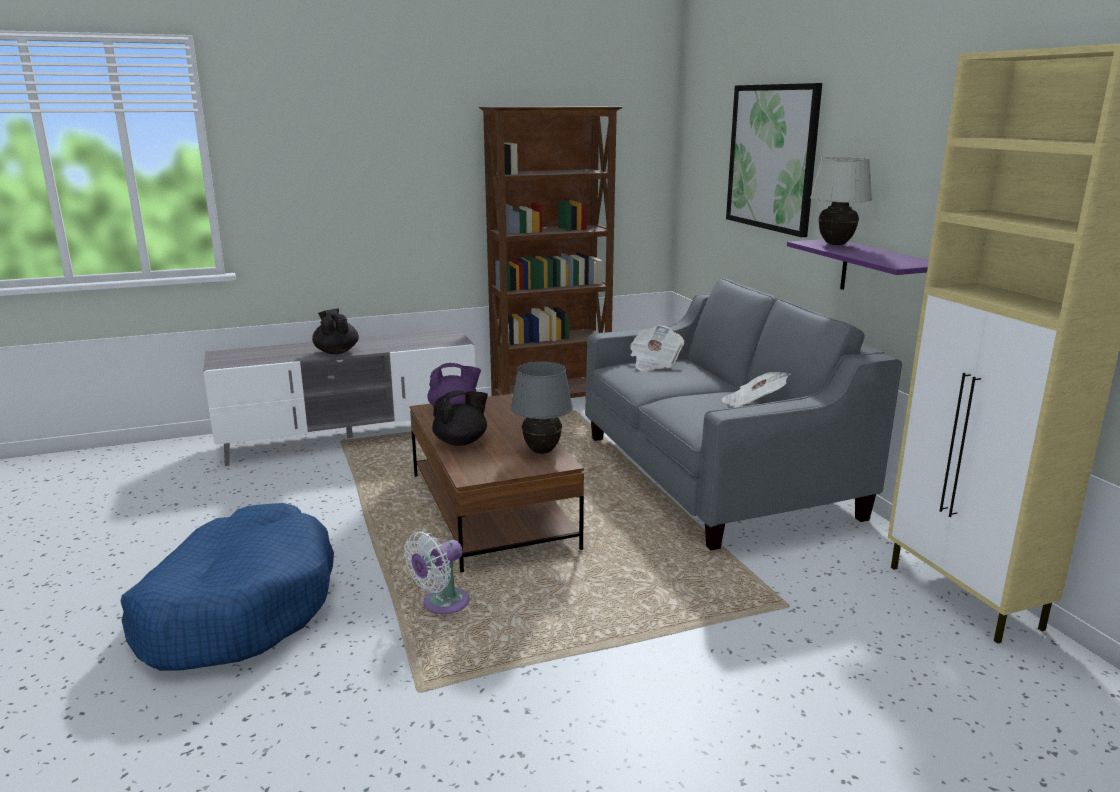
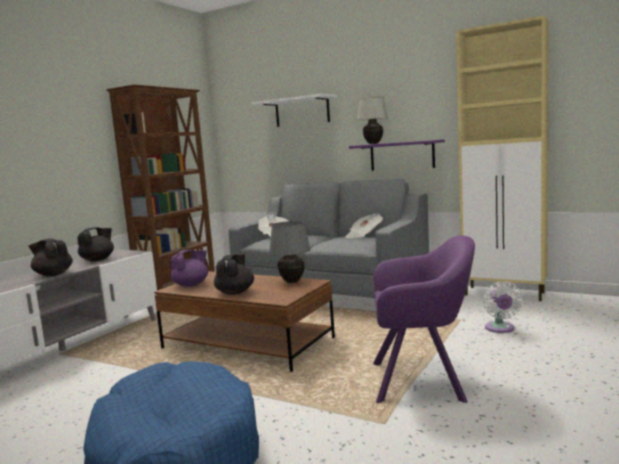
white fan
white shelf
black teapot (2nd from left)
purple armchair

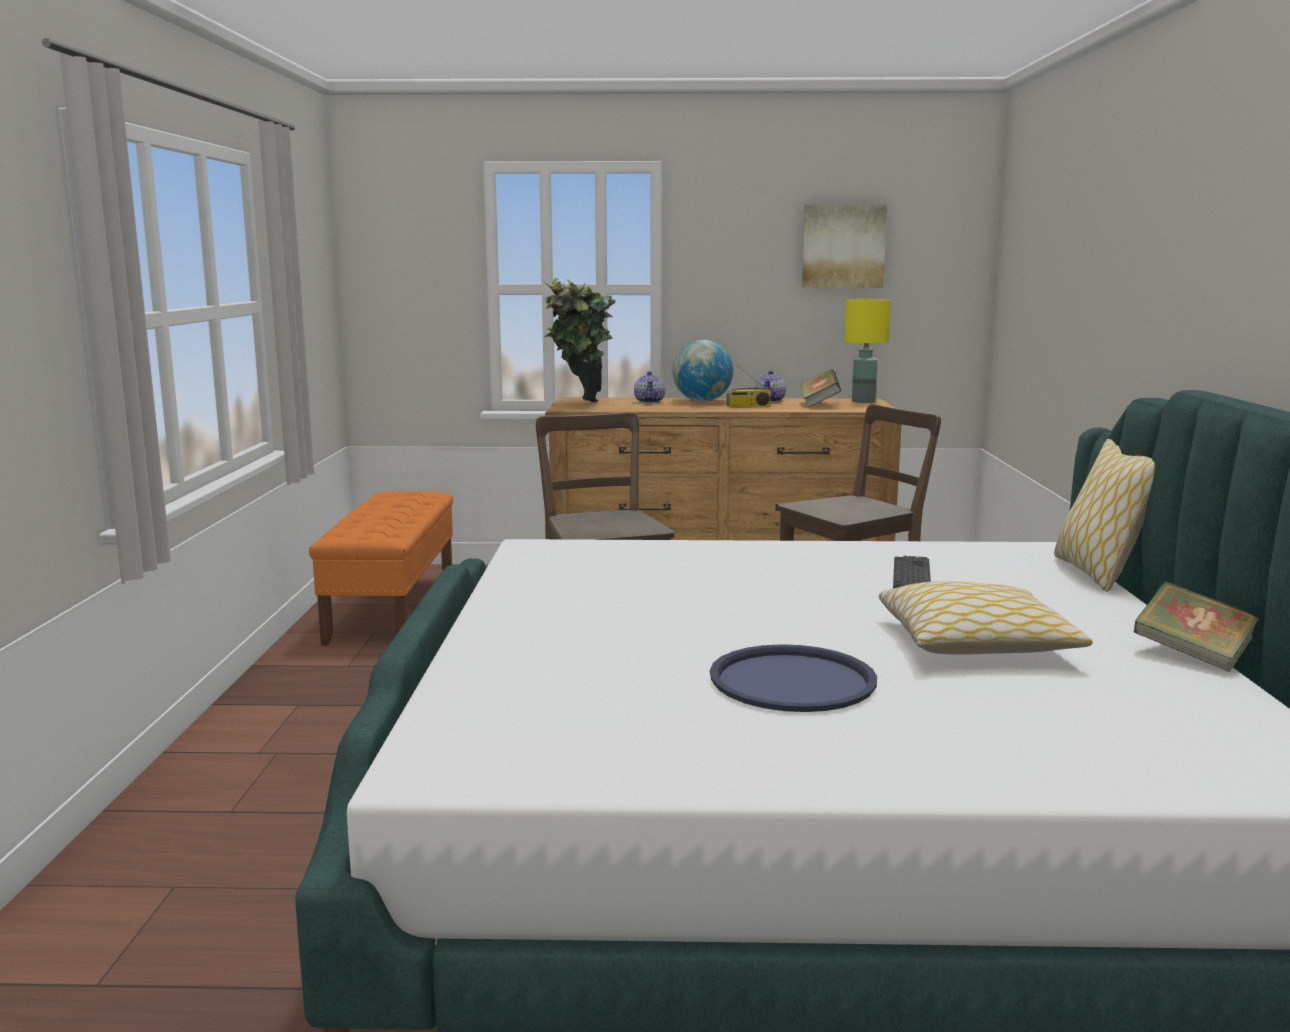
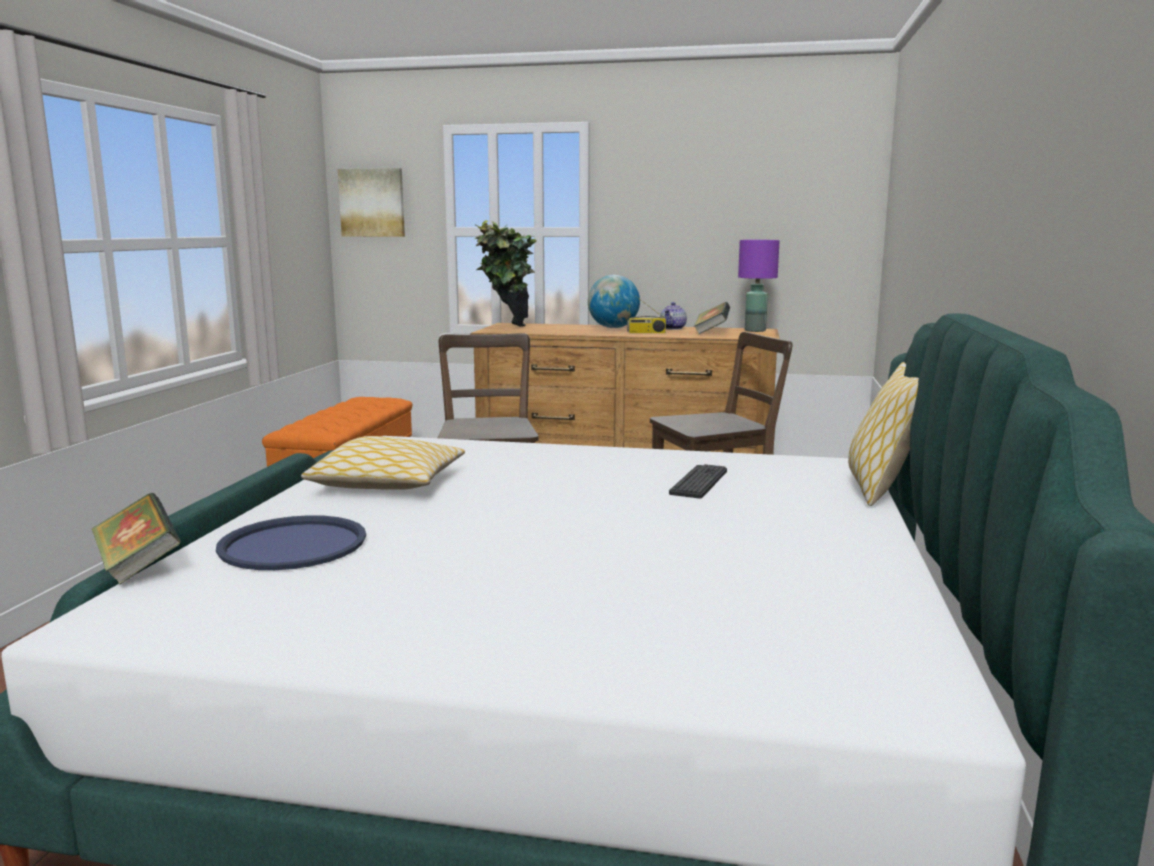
teapot (1st from left in the first image)
blue tray
picture
purple table lamp
pillow (1st from left)
book (1st from left)

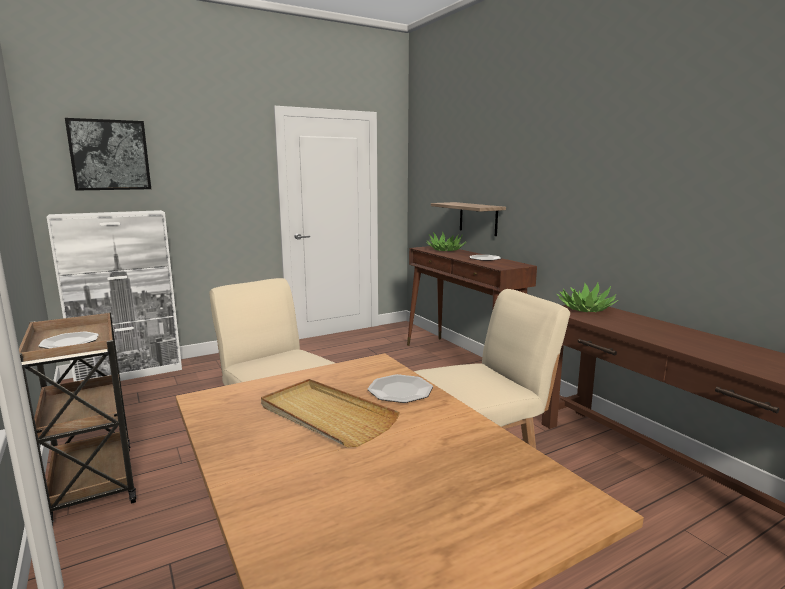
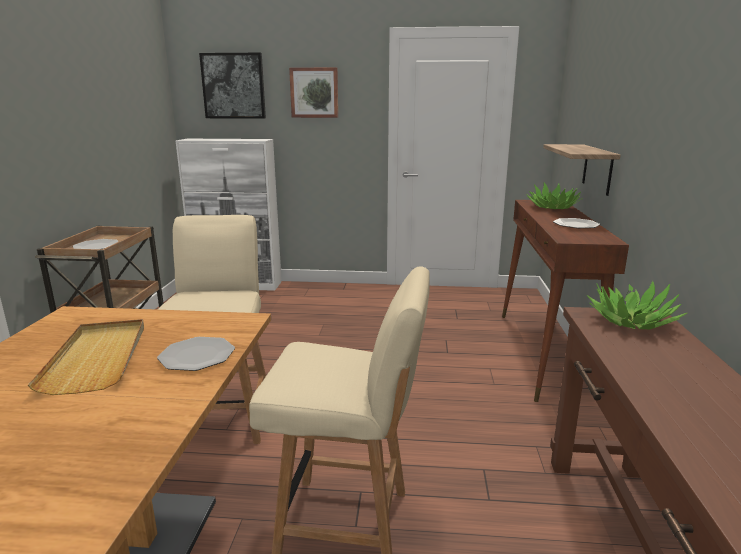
picture (2nd from left)

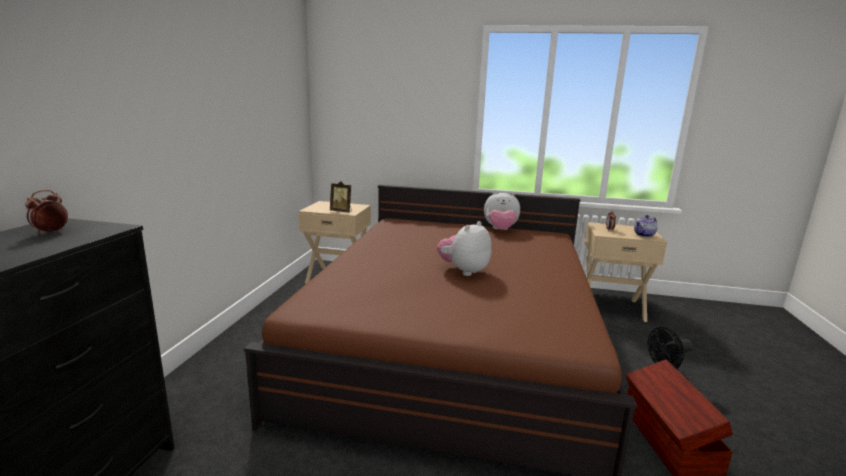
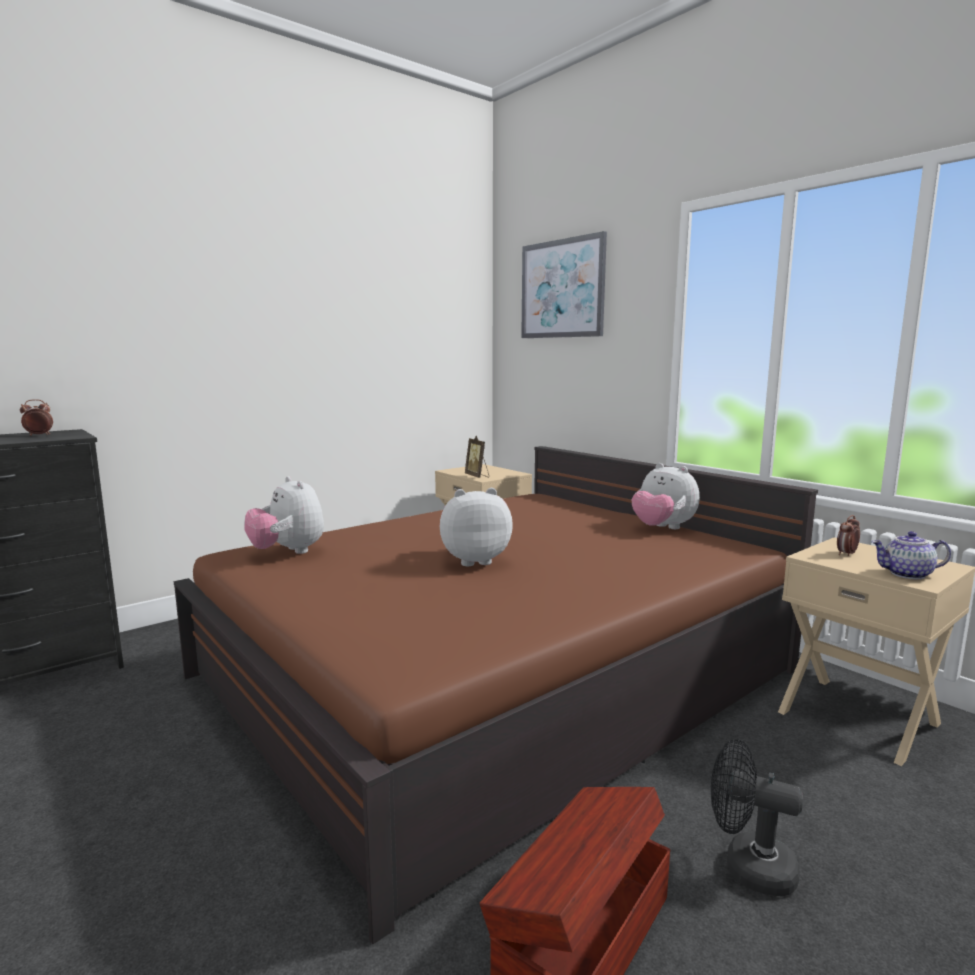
plush toy (1st from left)
picture

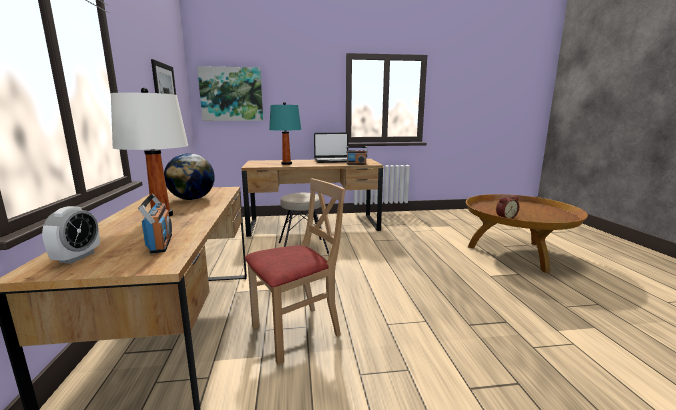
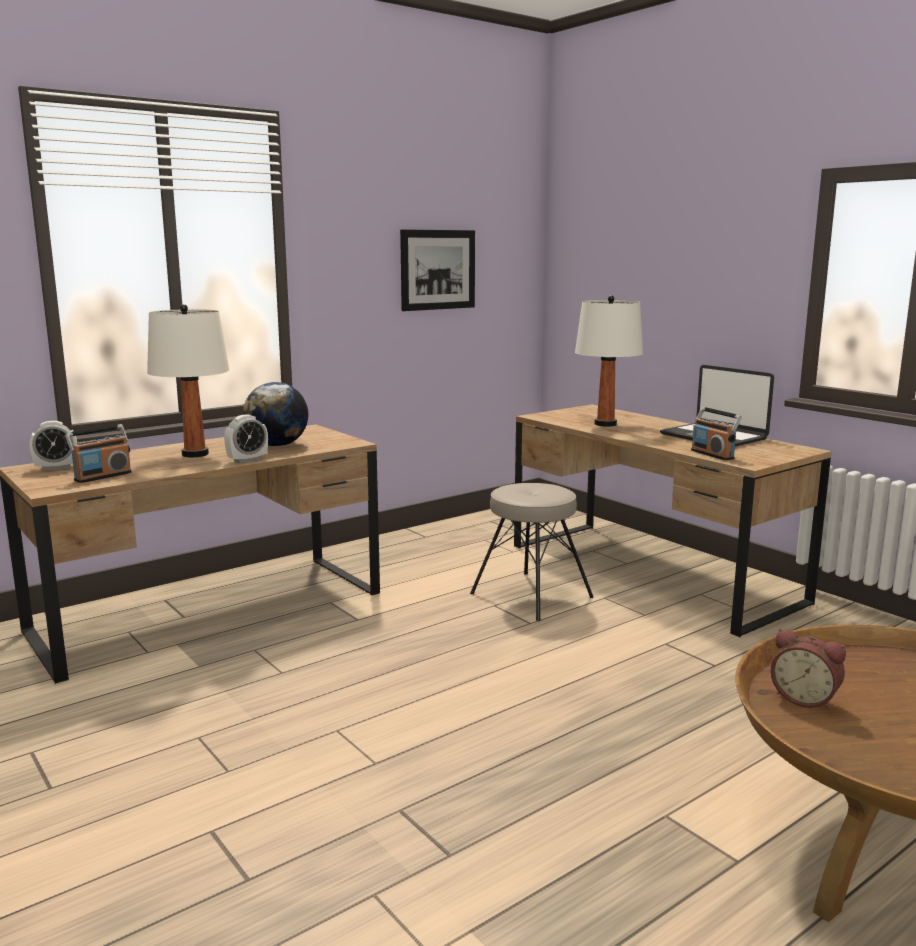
picture (2nd from left in the first image)
beige chair
white table lamp (2nd from left)
alarm clock (2nd from left)

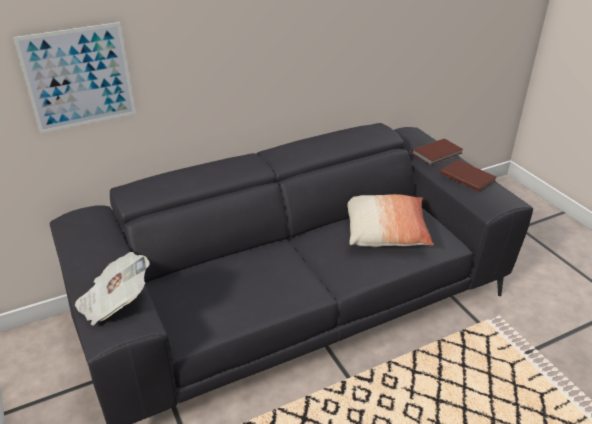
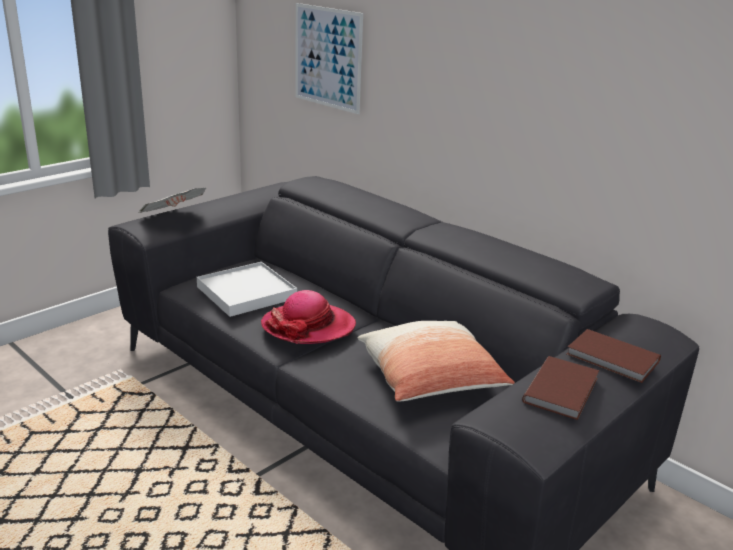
white tray
hat

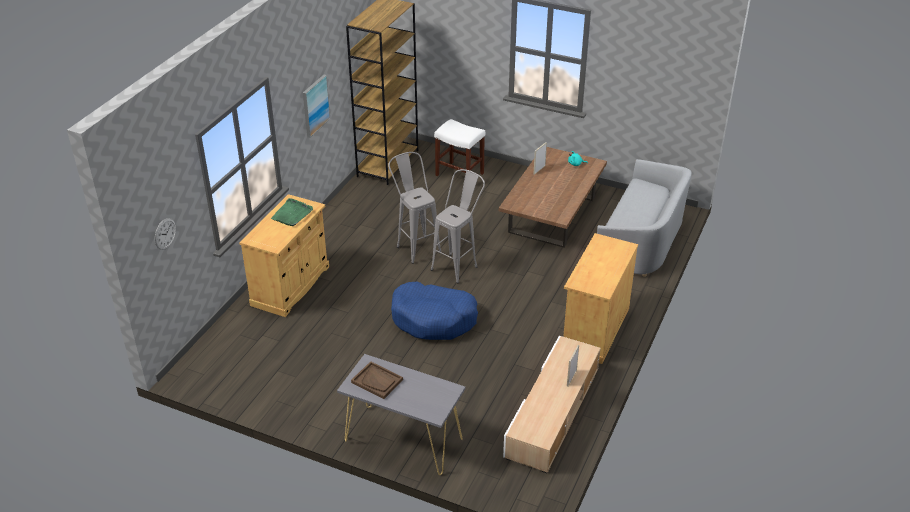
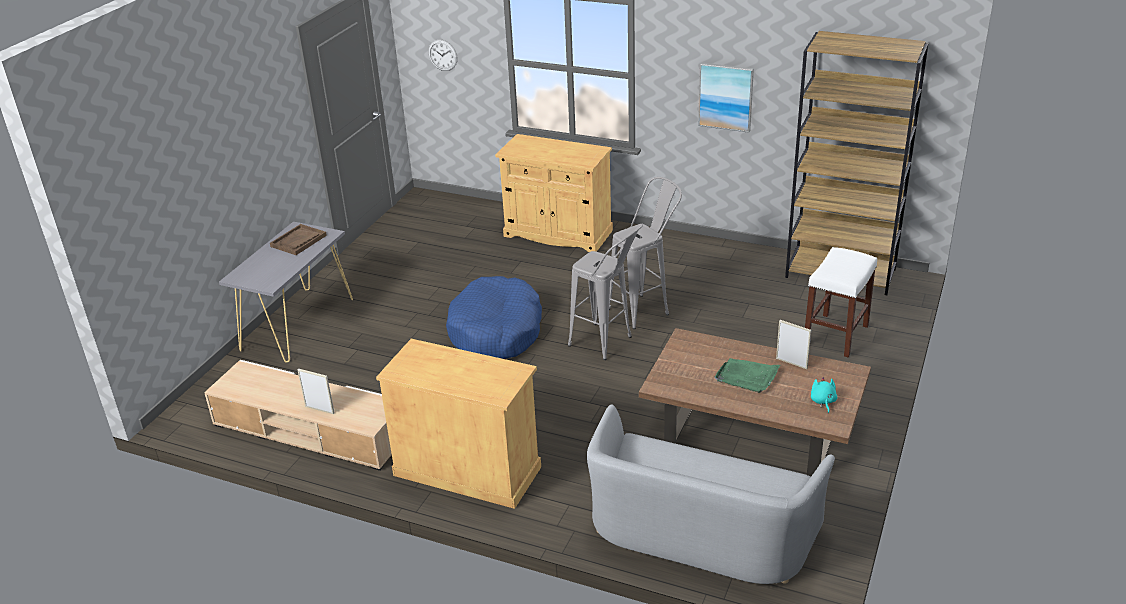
green tray

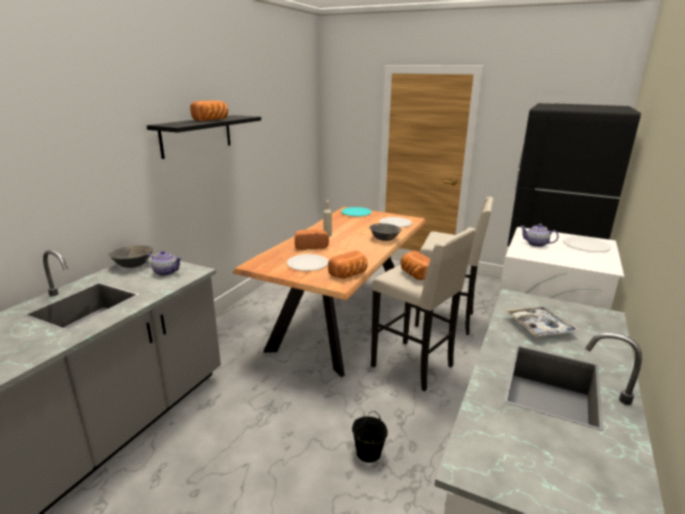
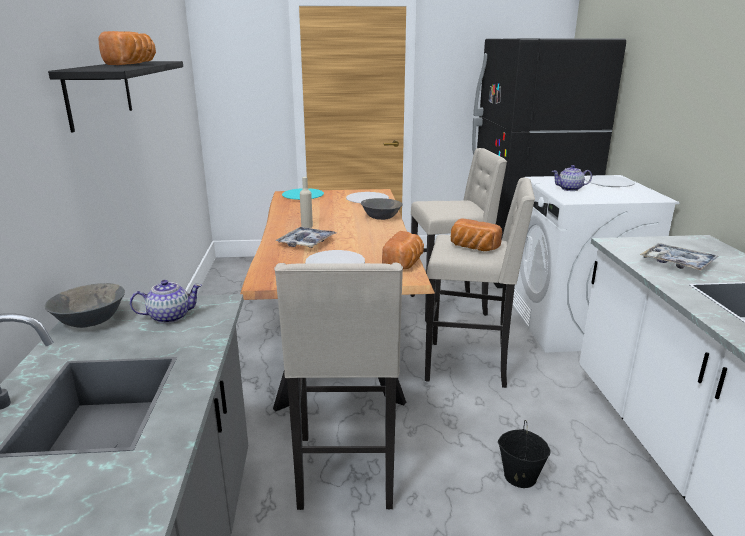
tray (1st from left)
beige stool (1st from left)

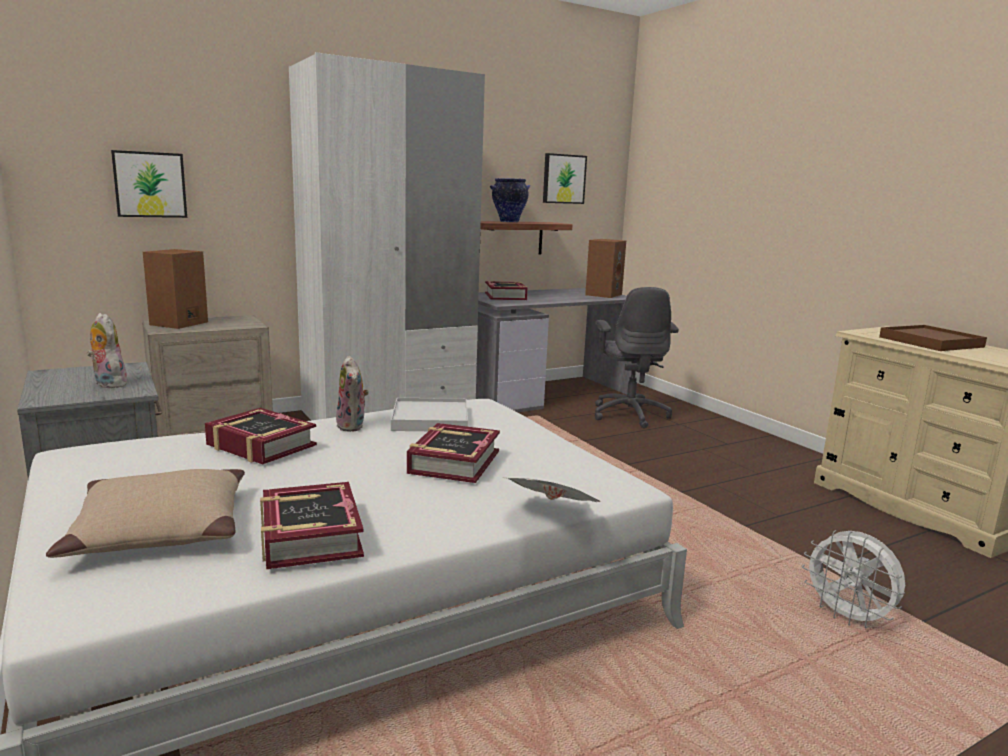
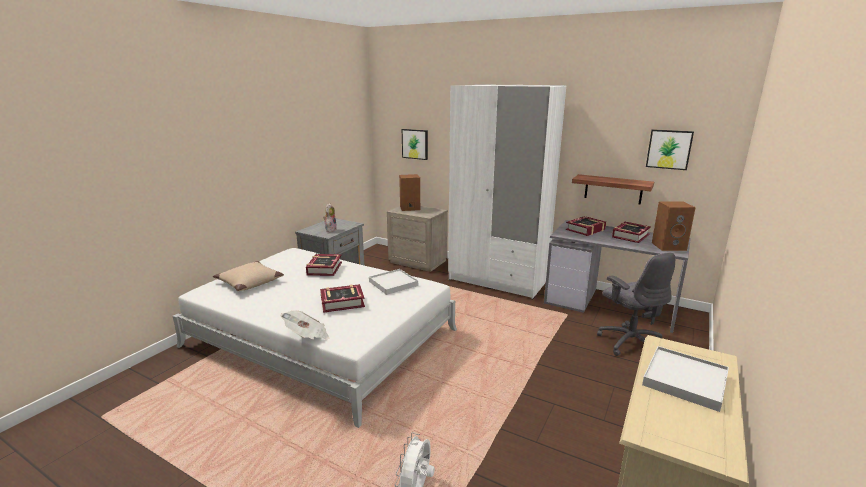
book (4th from left)
plush toy (2nd from left in the first image)
vase
grey office chair
white tray (2nd from left)

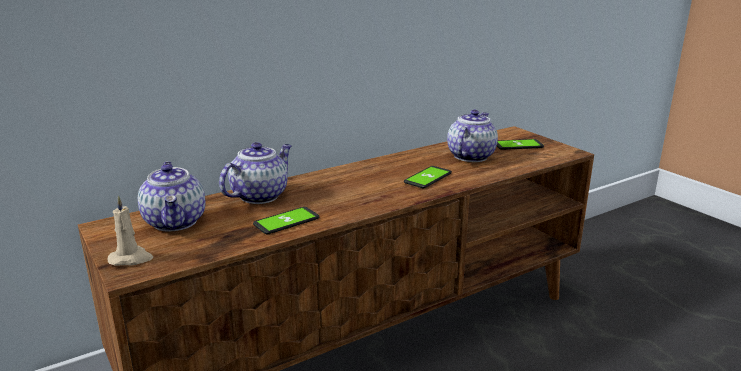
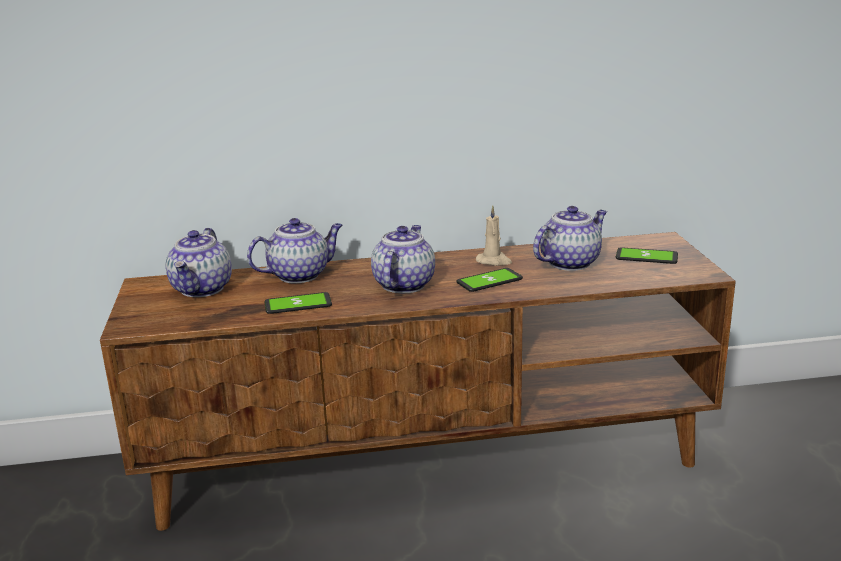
beige candle
teapot (3rd from left)

